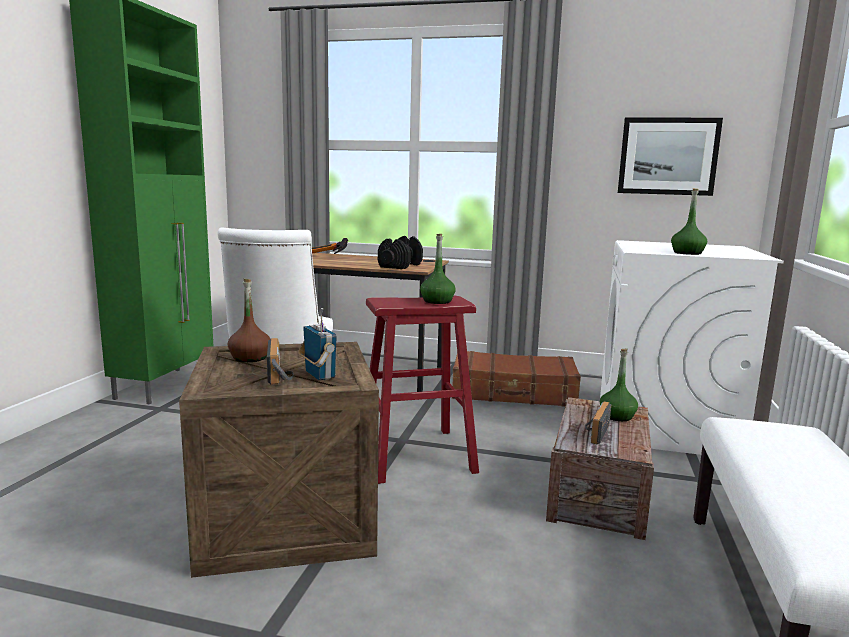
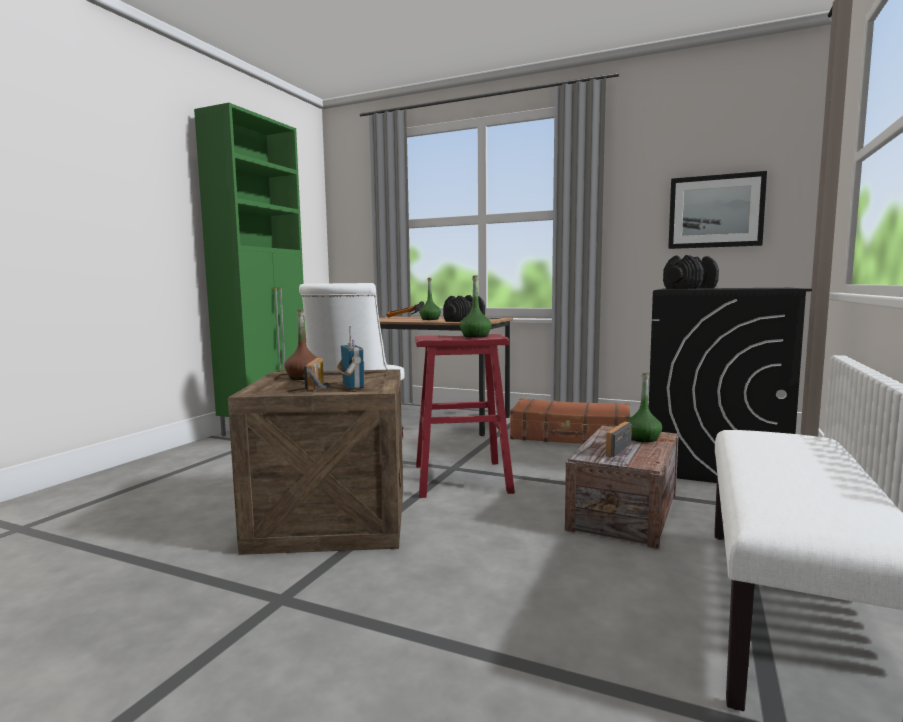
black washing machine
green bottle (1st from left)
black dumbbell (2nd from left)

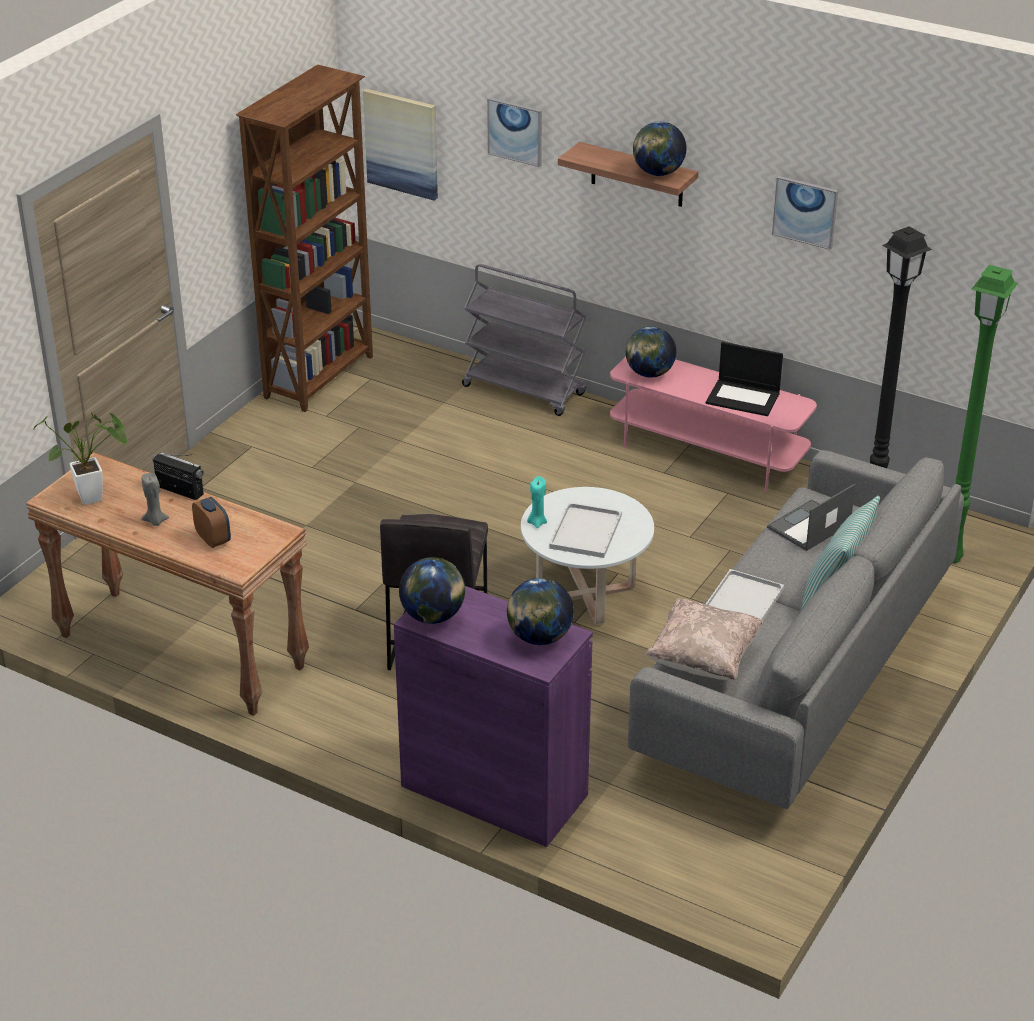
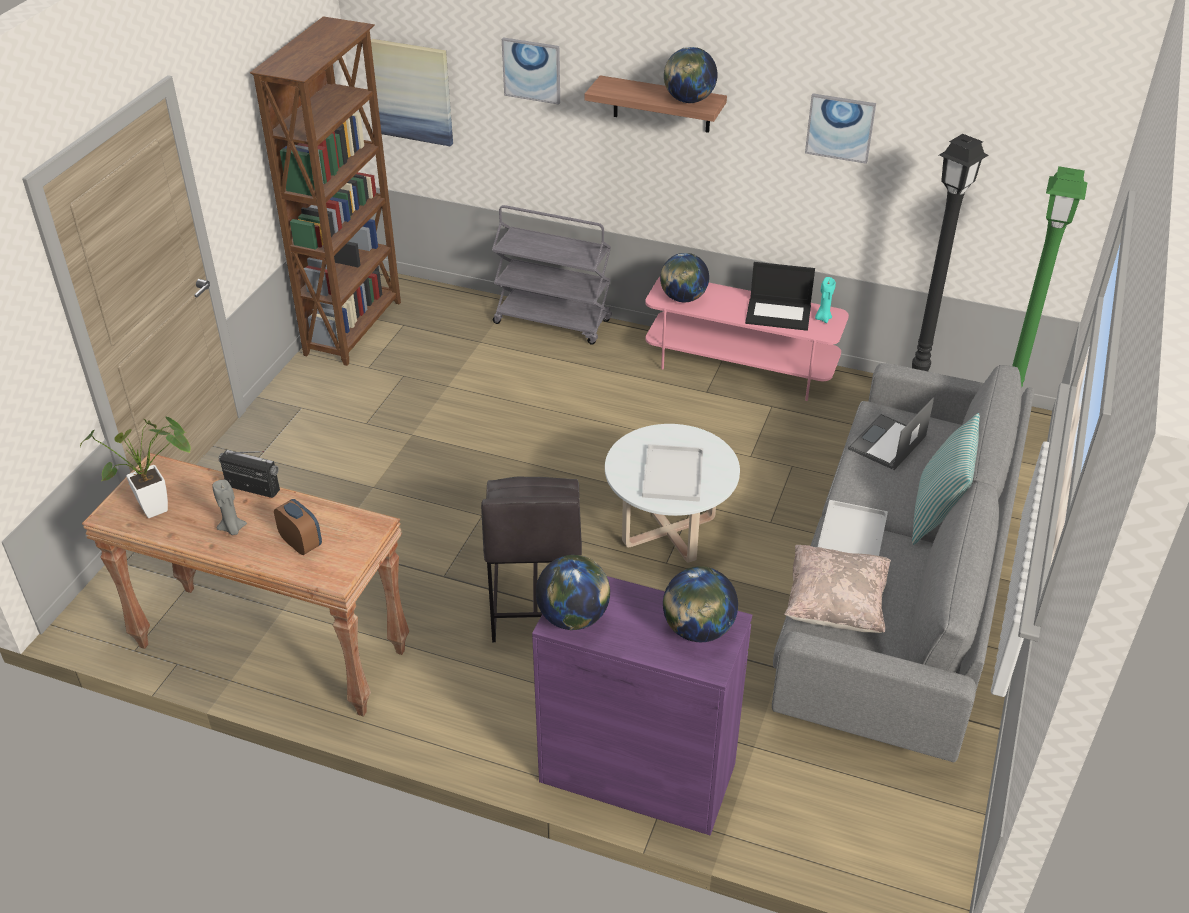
turquoise candle

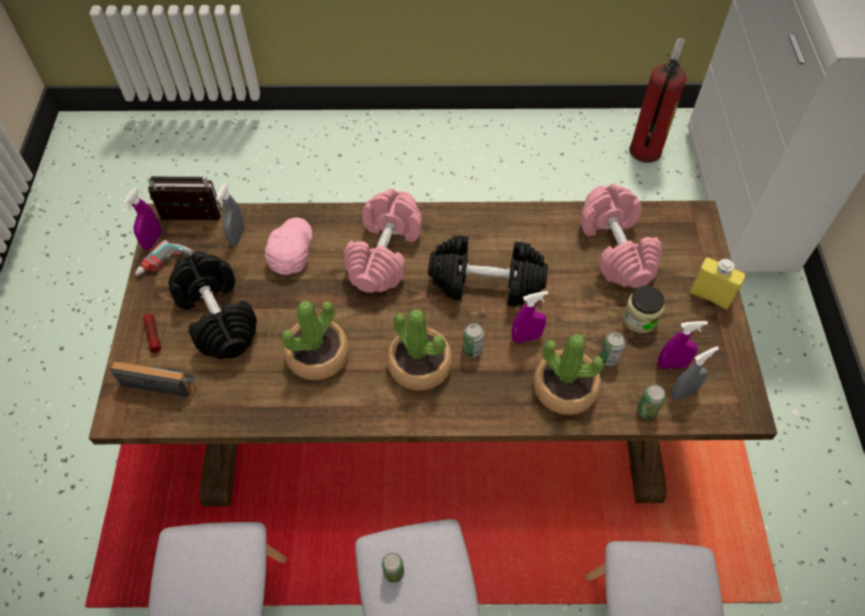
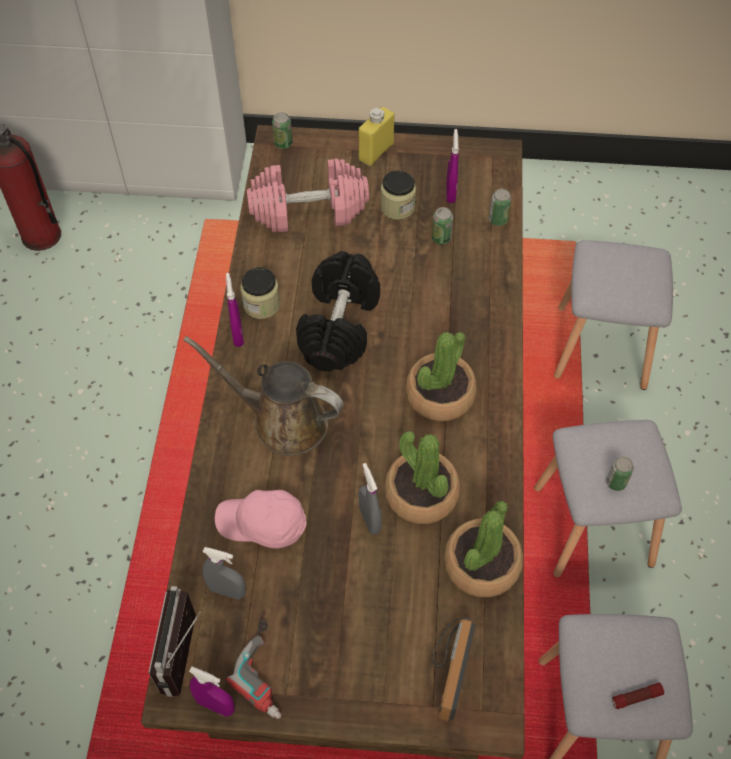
flashlight
black dumbbell (1st from left in the first image)
brown watering can
can (1st from left)
purple spray bottle (2nd from left)
potted plant (3rd from left)
grey spray bottle (2nd from left)
jar (1st from left)

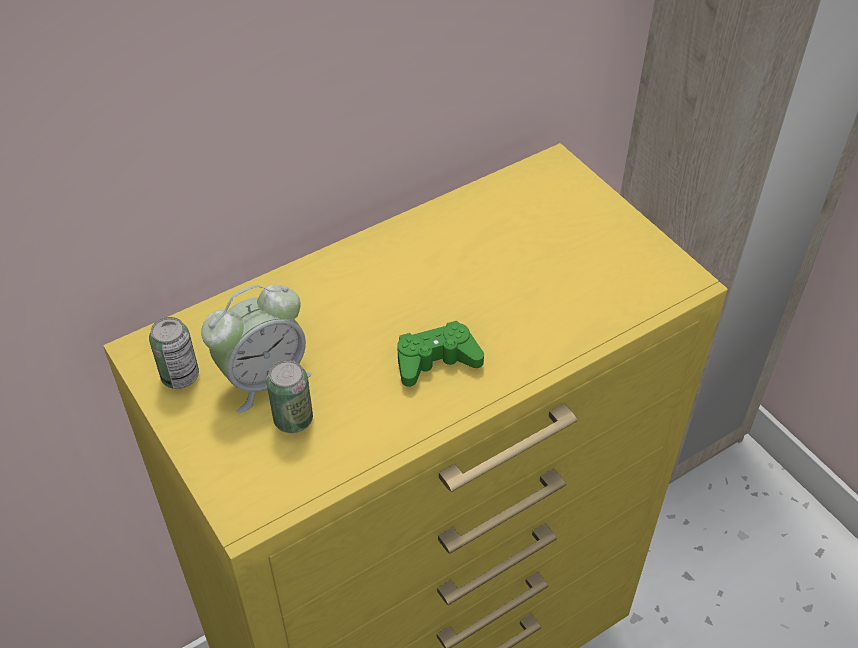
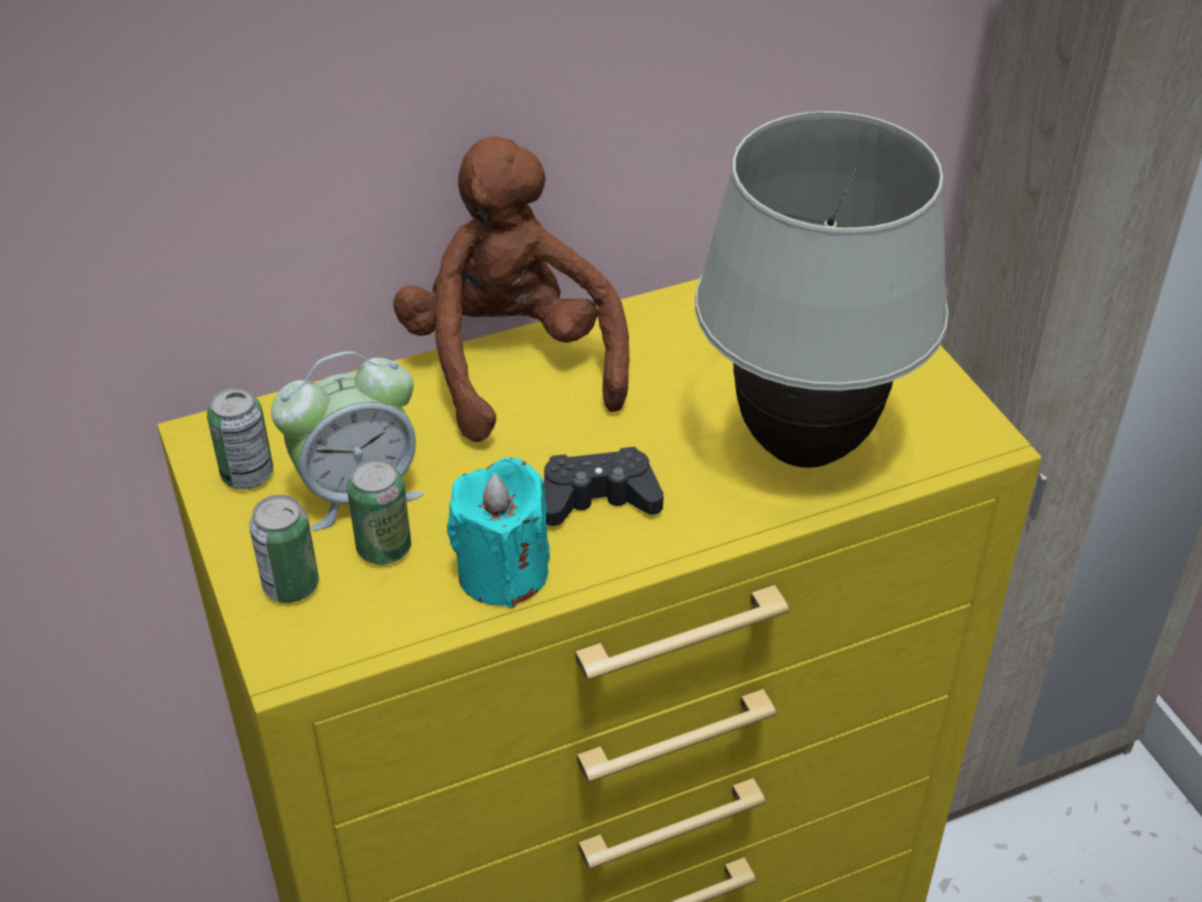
black game controller
can (2nd from left)
brown plush toy
turquoise candle
white table lamp

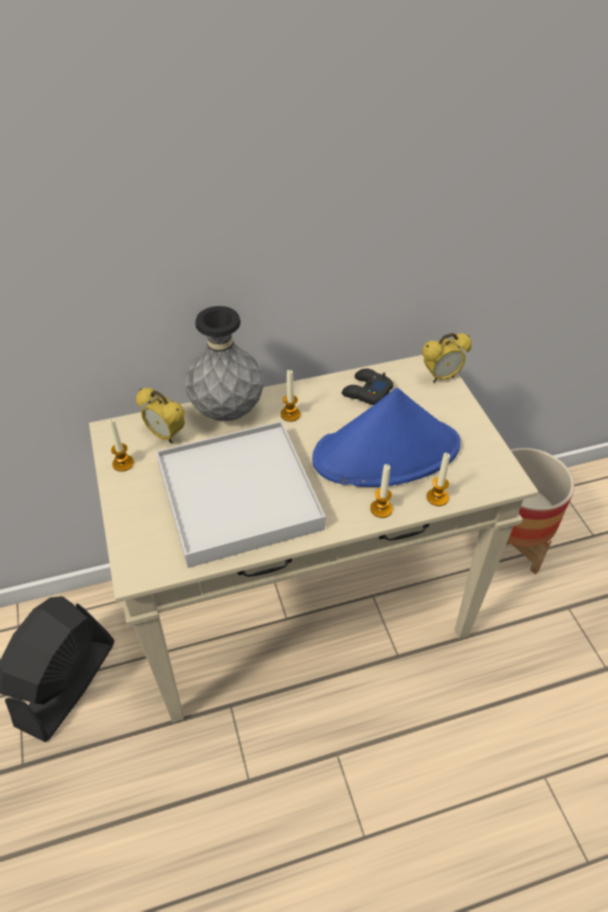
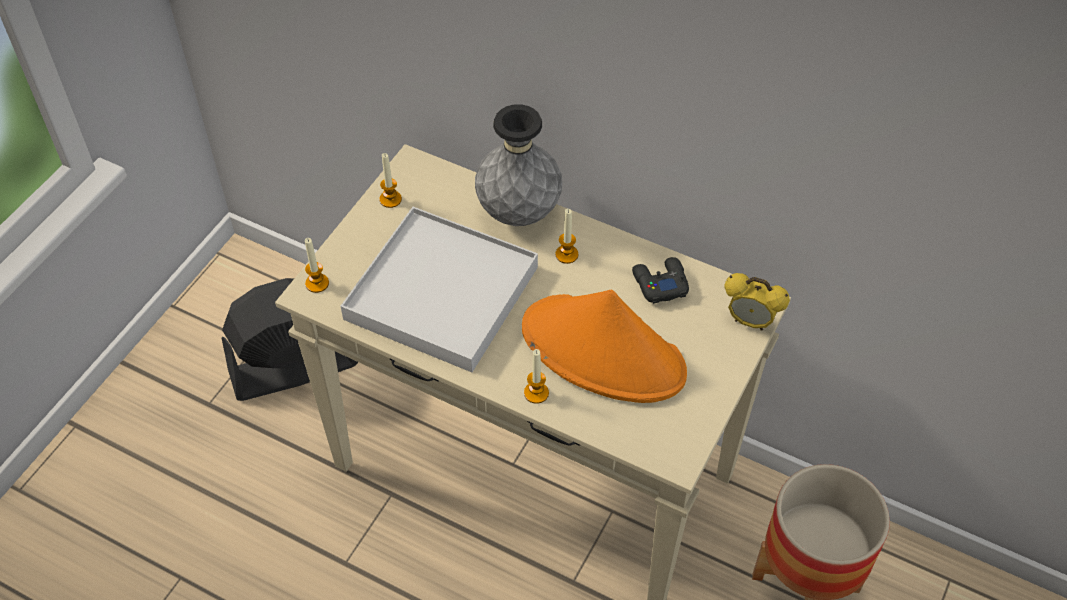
alarm clock (1st from left in the first image)
orange hat
candle (1st from left)

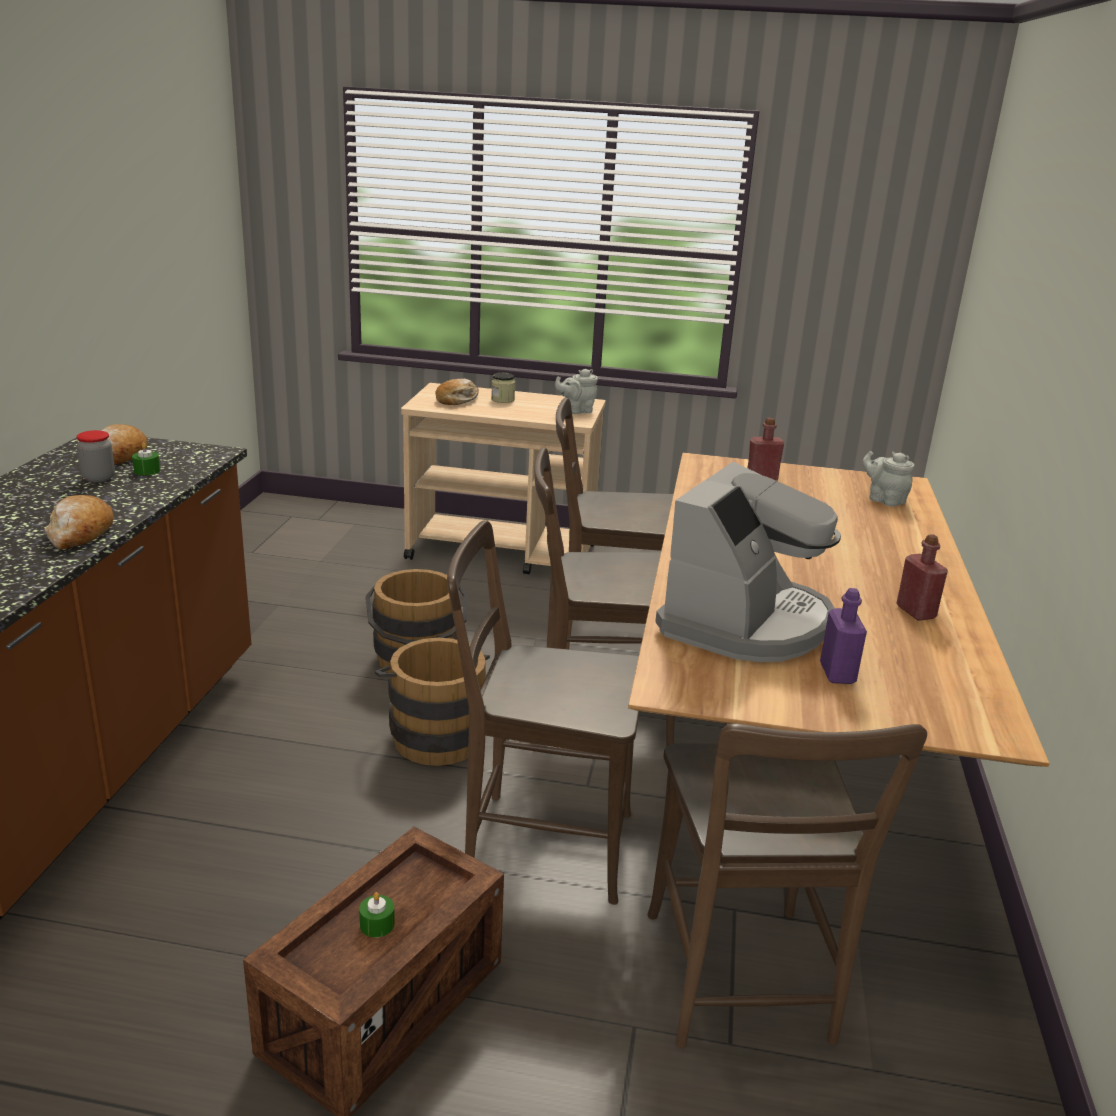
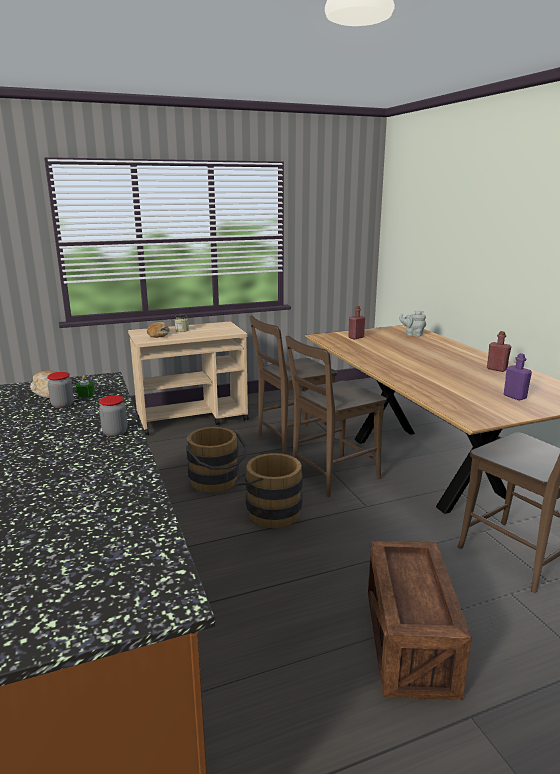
jar (2nd from left)
green candle (2nd from left in the first image)
brown chair (1st from left in the first image)
grey teapot (1st from left in the first image)
coffee machine

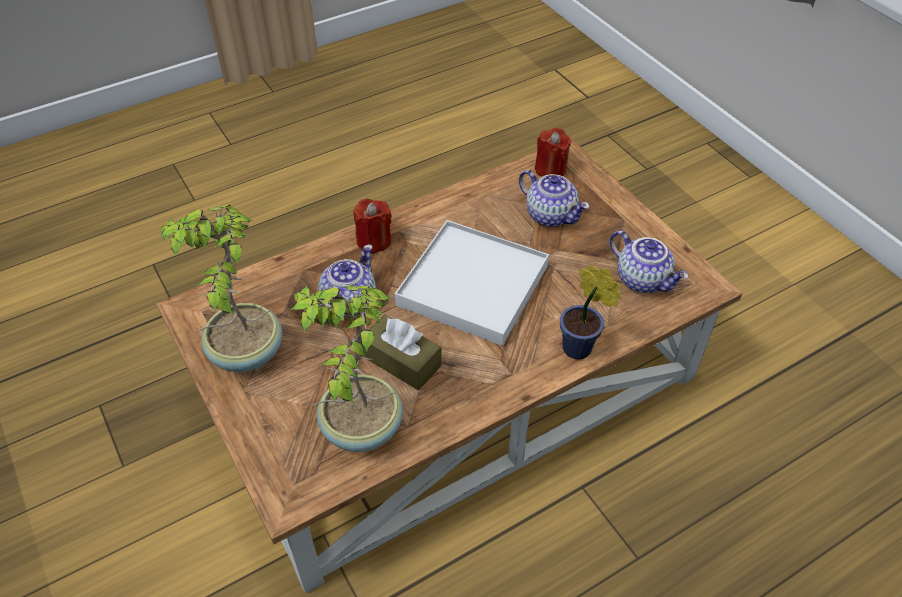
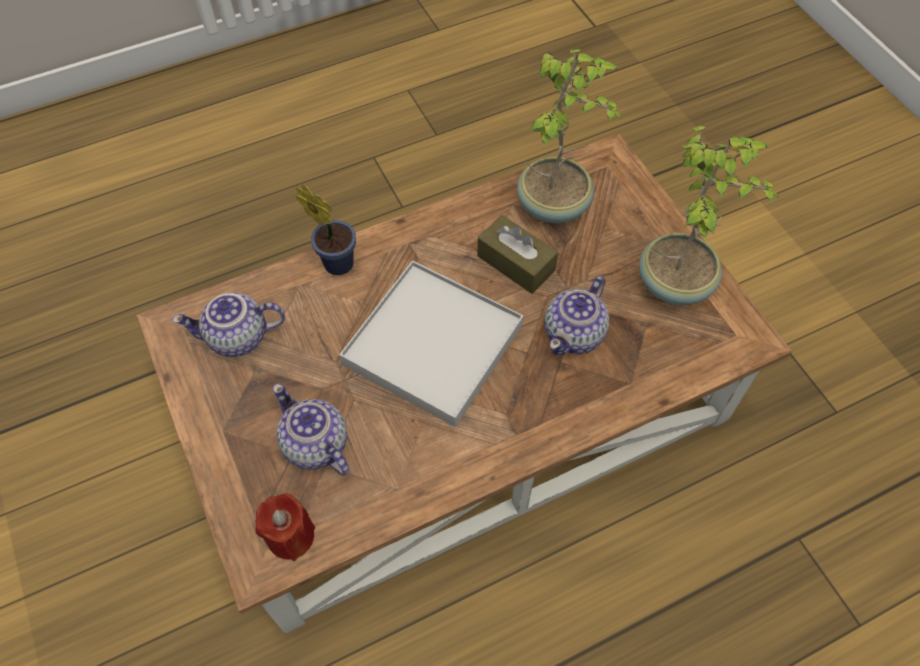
red candle (1st from left in the first image)
teapot (1st from left)

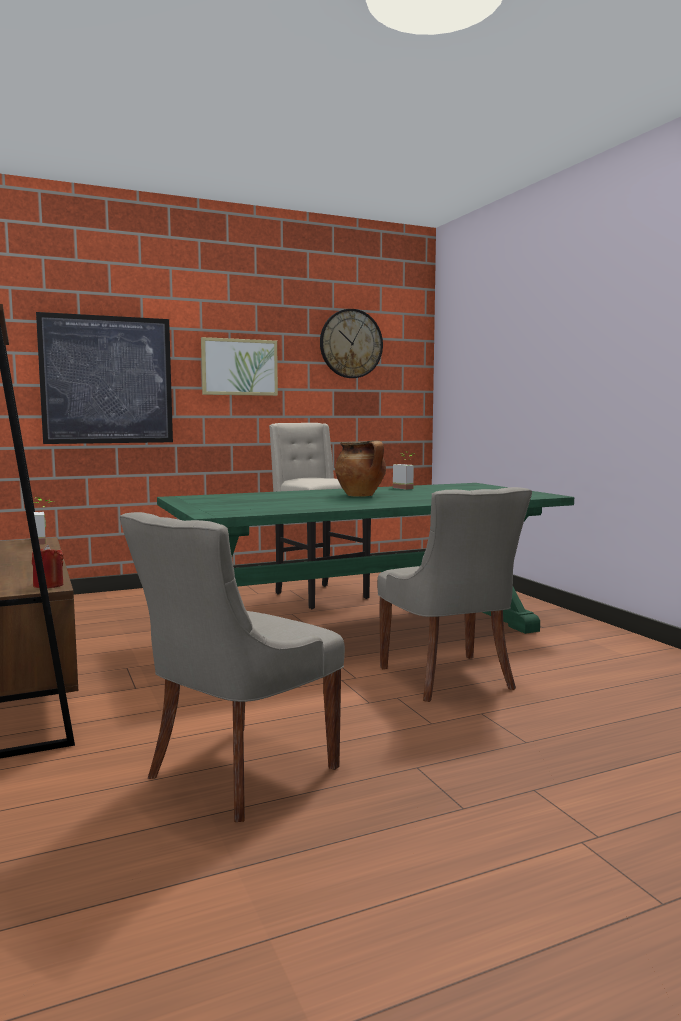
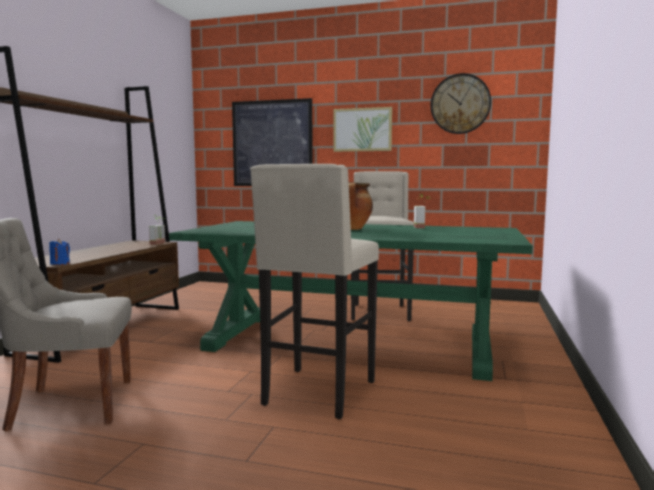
blue candle
beige stool (1st from left)

